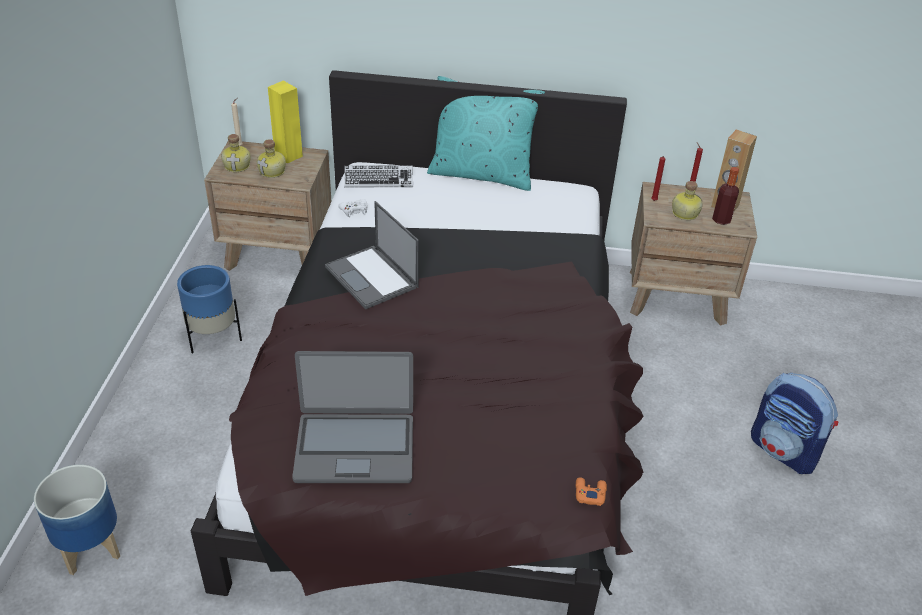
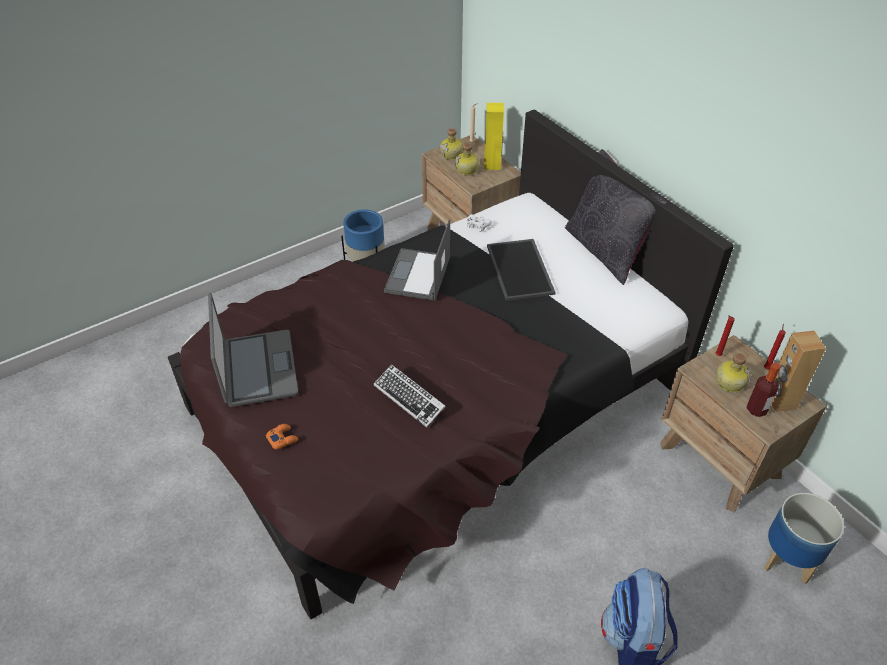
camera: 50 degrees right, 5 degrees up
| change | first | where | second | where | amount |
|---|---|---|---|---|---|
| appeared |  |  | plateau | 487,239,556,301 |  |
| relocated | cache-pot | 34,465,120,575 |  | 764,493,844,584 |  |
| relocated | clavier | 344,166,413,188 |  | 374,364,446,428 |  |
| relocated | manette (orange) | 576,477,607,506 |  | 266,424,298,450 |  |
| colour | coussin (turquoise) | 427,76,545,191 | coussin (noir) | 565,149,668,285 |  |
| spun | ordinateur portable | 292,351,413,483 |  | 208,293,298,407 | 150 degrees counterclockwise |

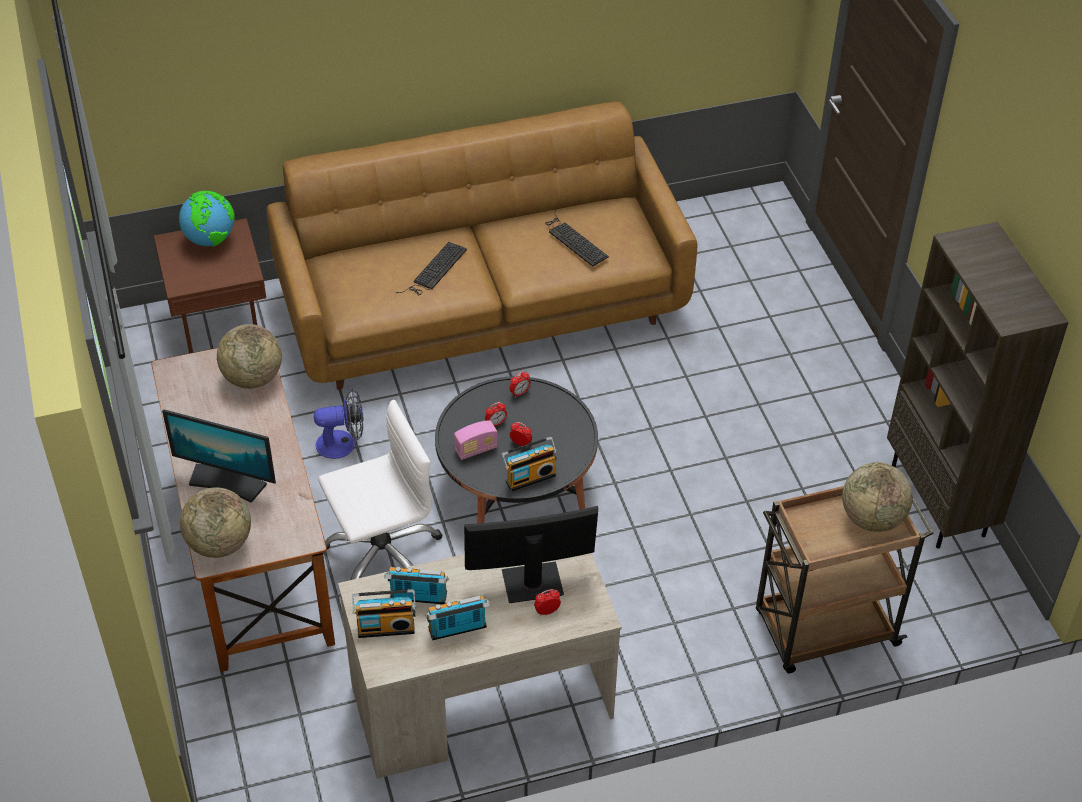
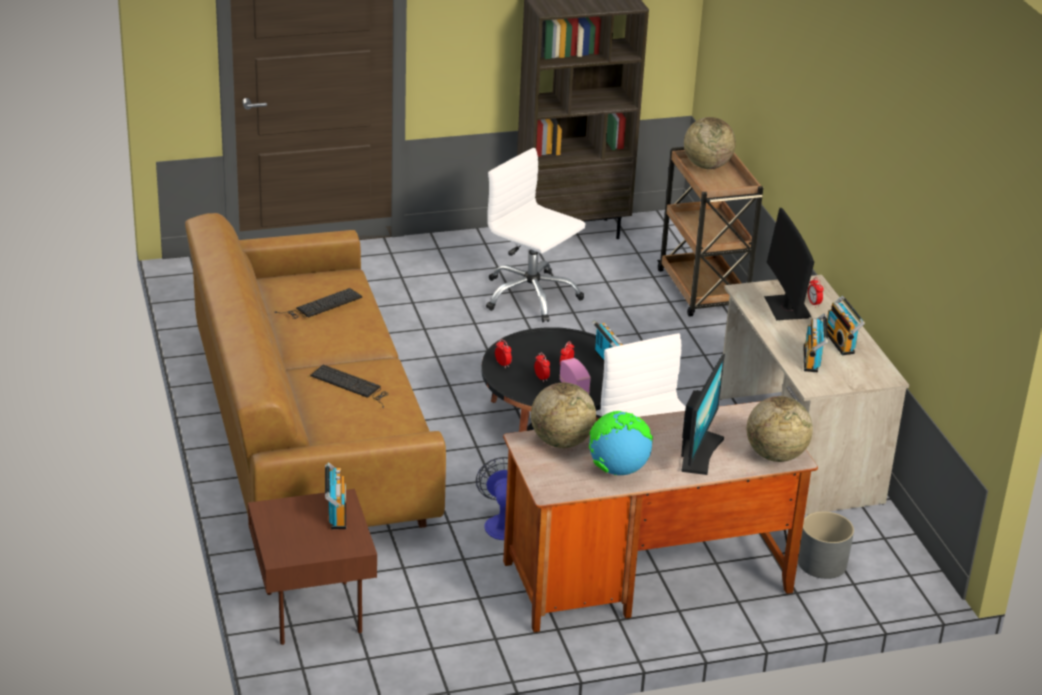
camera: 90 degrees left, 15 degrees down
| change | first | where | second | where | amount |
|---|---|---|---|---|---|
| appeared |  |  | chaise de bureau (blanc) | 486,148,585,322 |  |
| appeared |  |  | cache-pot (gris) | 798,511,854,579 |  |
| relocated | globe | 179,191,235,247 |  | 589,411,653,475 |  |
| relocated | radio | 352,589,417,638 |  | 325,462,346,529 |  |

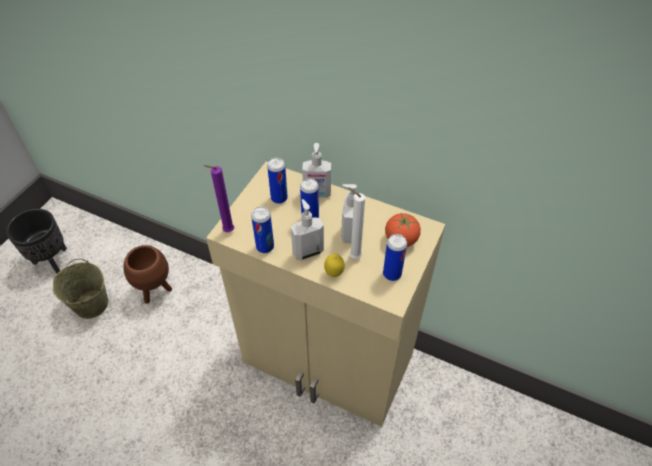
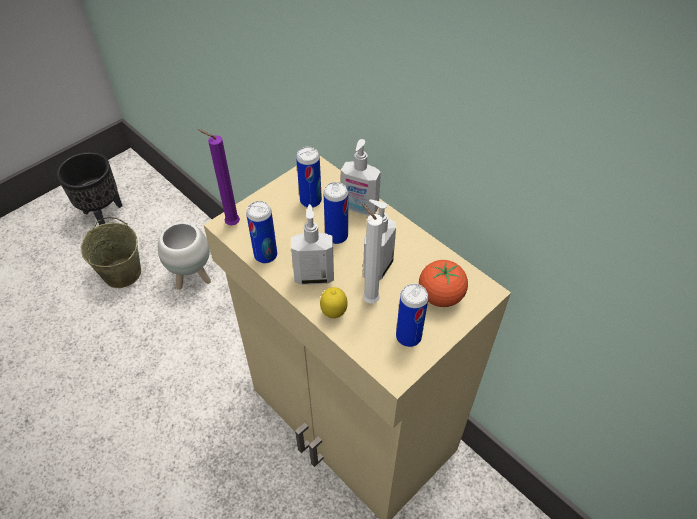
camera: 20 degrees right, 0 degrees up
| change | first | where | second | where | amount |
|---|---|---|---|---|---|
| colour | cache-pot (marron) | 123,245,172,304 | cache-pot (blanc) | 158,222,211,290 |  |

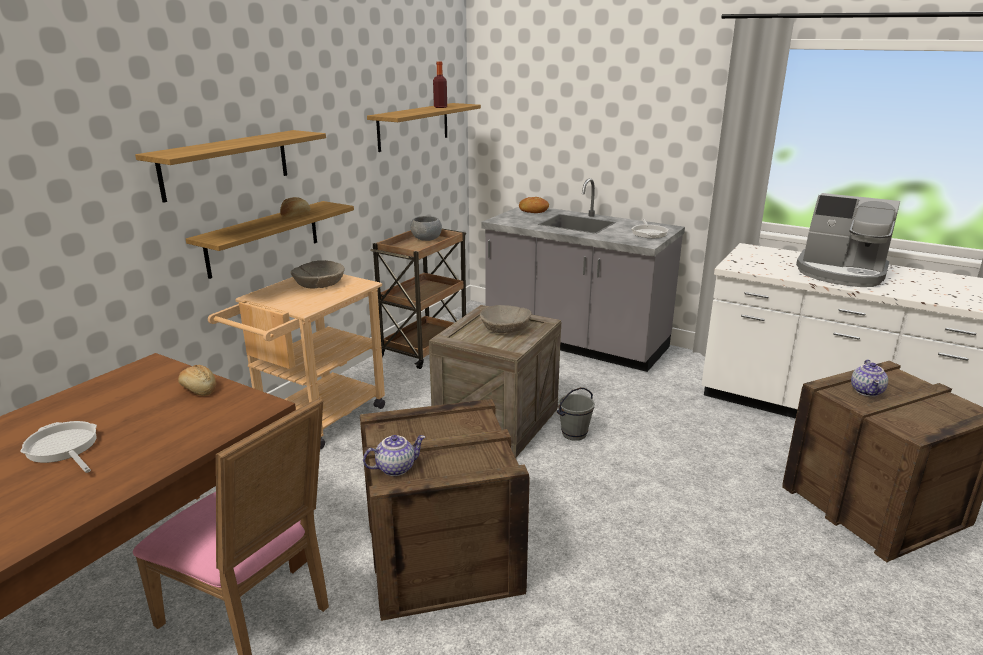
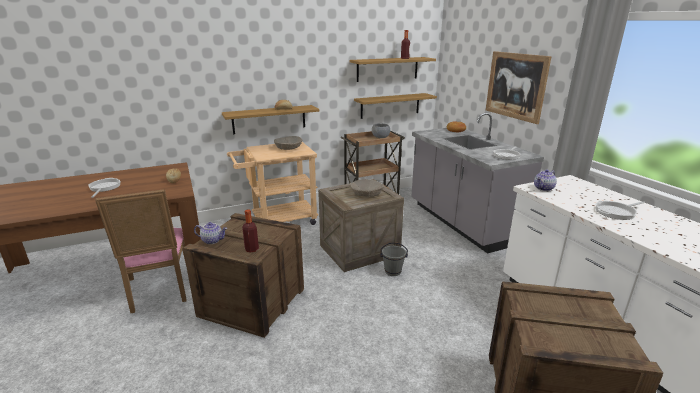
camera: 35 degrees right, 0 degrees up
| change | first | where | second | where | amount |
|---|---|---|---|---|---|
| appeared |  |  | bouteille | 242,209,259,253 |  |
| appeared |  |  | tableau | 486,51,552,124 |  |
| relocated | étagère | 135,130,326,203 |  | 354,93,437,119 |  |
| relocated | théière | 851,359,888,397 |  | 534,170,557,191 |  |
| exchanged | machine à café | 796,193,900,287 | poêle | 595,201,645,220 |  |

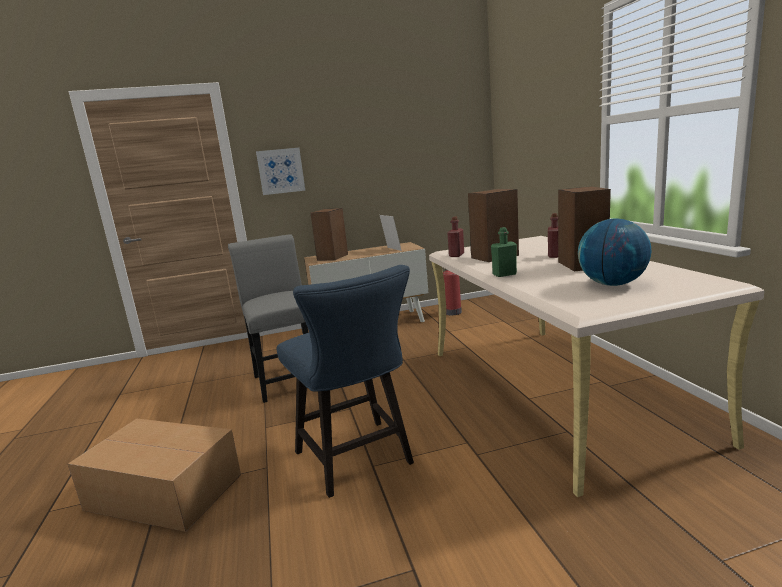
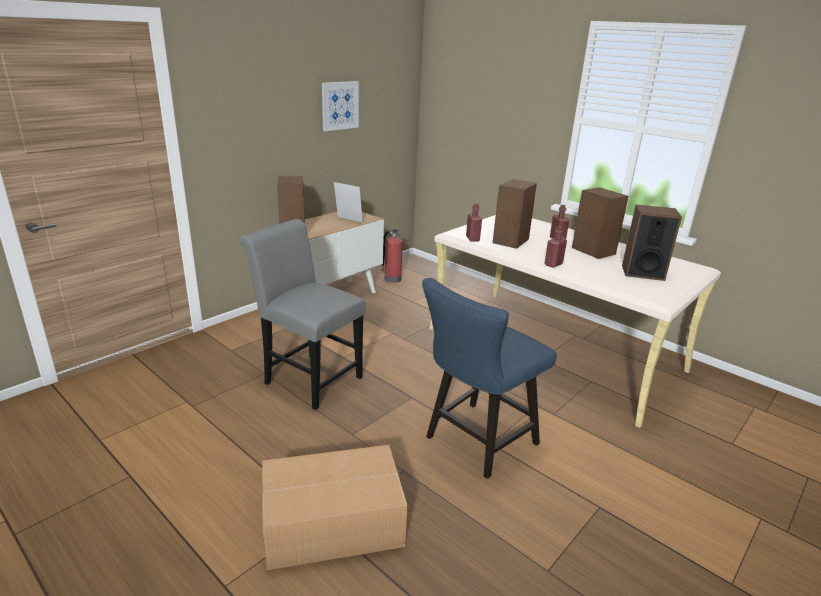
camera: 35 degrees left, 10 degrees up
| change | first | where | second | where | amount |
|---|---|---|---|---|---|
| relocated | tableau | 256,148,305,195 |  | 322,81,359,131 |  |
| exchanged | globe | 578,219,651,286 | enceinte | 622,205,682,281 |  |
| colour | bouteille (vert) | 491,227,517,277 | bouteille (rouge) | 545,226,567,268 |  |
| spun | chaise (bleu) | 277,265,414,498 |  | 422,278,557,479 | 105 degrees clockwise |

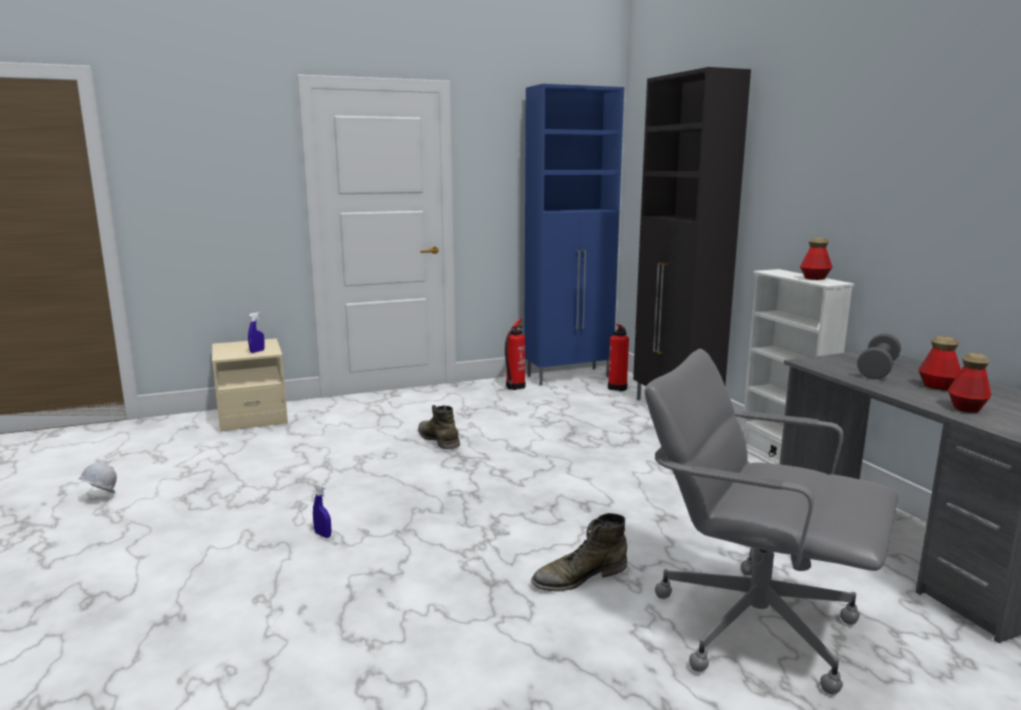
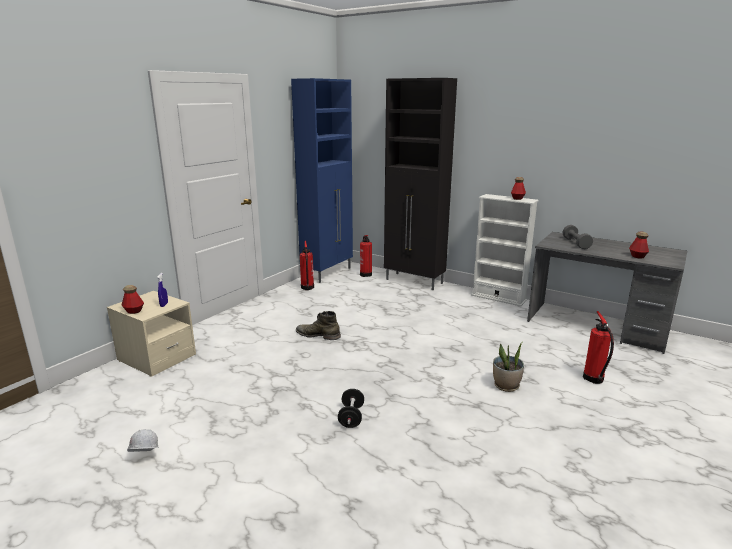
camera: 35 degrees left, 5 degrees up
| change | first | where | second | where | amount |
|---|---|---|---|---|---|
| relocated | bouteille | 919,336,961,390 |  | 122,285,144,314 |  |
| exchanged | vaporisateur (bleu) | 313,483,331,538 | haltère (noir) | 338,389,364,428 |  |
| exchanged | botte (vert) | 531,513,627,592 | plante en pot | 493,342,524,392 |  |
| exchanged | chaise de bureau (gris) | 645,349,898,695 | extincteur | 583,311,614,384 |  |

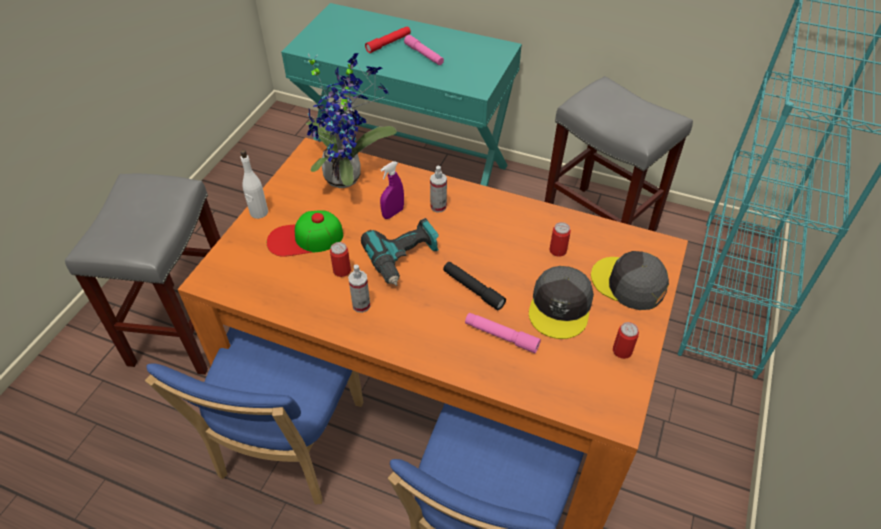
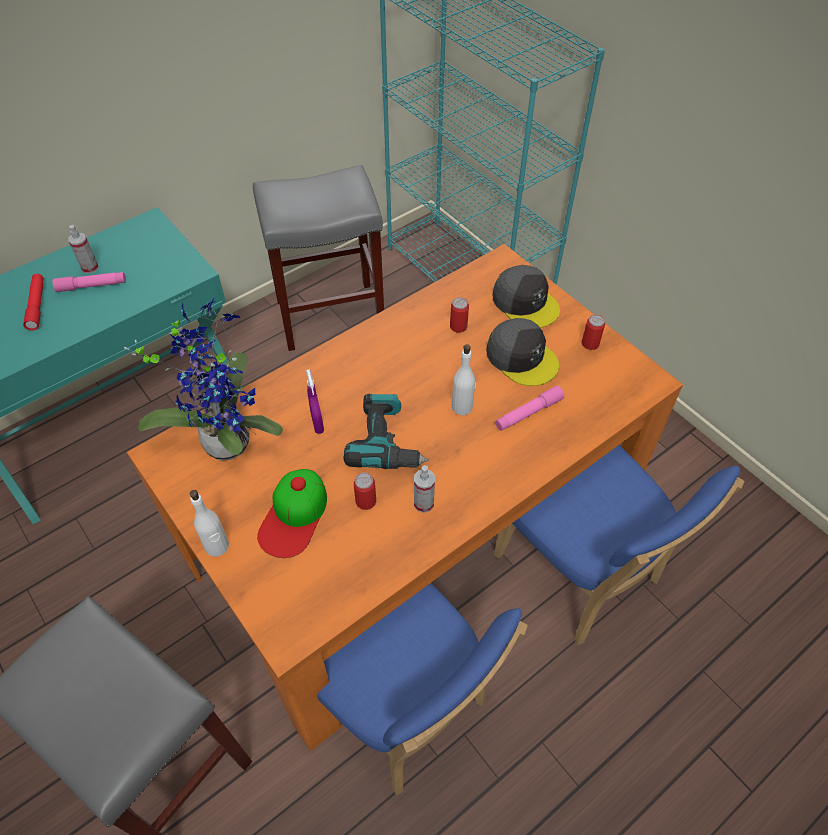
camera: 60 degrees left, 5 degrees up
| change | first | where | second | where | amount |
|---|---|---|---|---|---|
| relocated | vaporisateur | 430,166,447,213 |  | 68,225,99,274 |  |
| exchanged | lampe de poche (noir) | 443,262,506,310 | bouteille (blanc) | 452,344,476,415 |  |
| spun | casquette (gris) | 591,251,669,310 |  | 493,265,560,328 | 105 degrees counterclockwise |

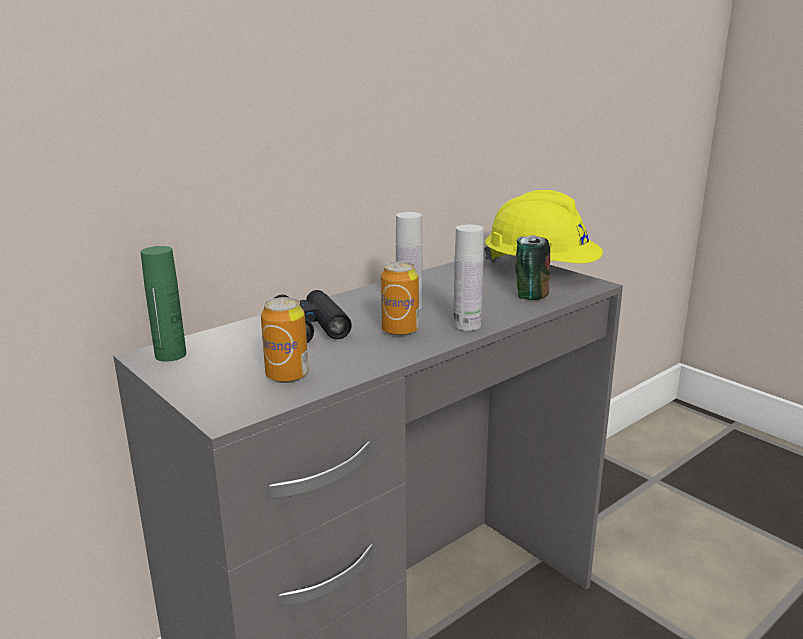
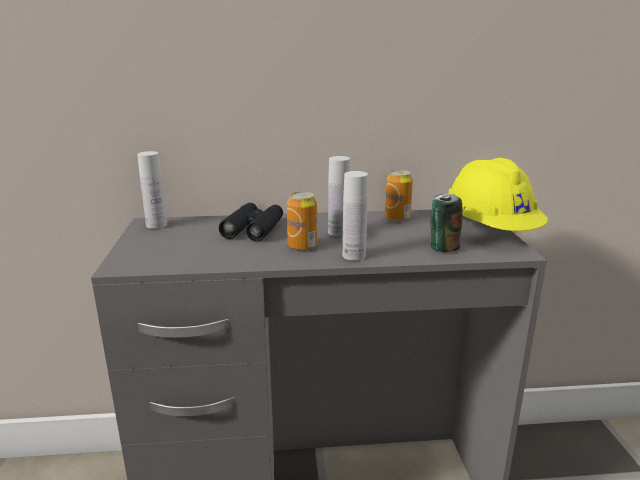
camera: 35 degrees right, 0 degrees up
| change | first | where | second | where | amount |
|---|---|---|---|---|---|
| relocated | boîte métallique | 261,297,309,383 |  | 385,170,413,221 |  |
| colour | bouteille (vert) | 140,246,186,362 | bouteille (blanc) | 137,151,167,229 |  |

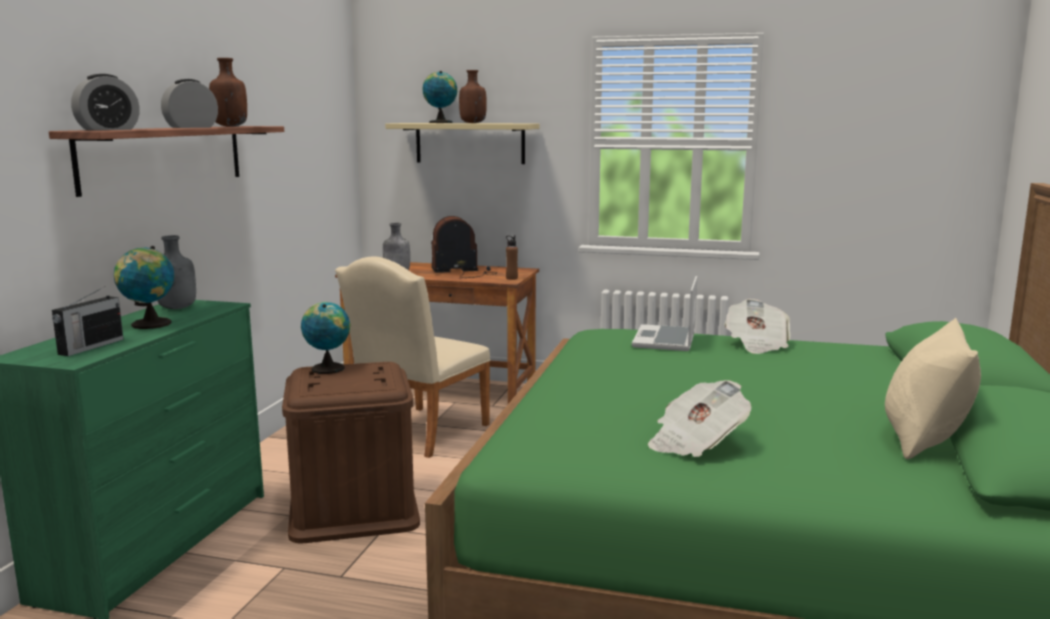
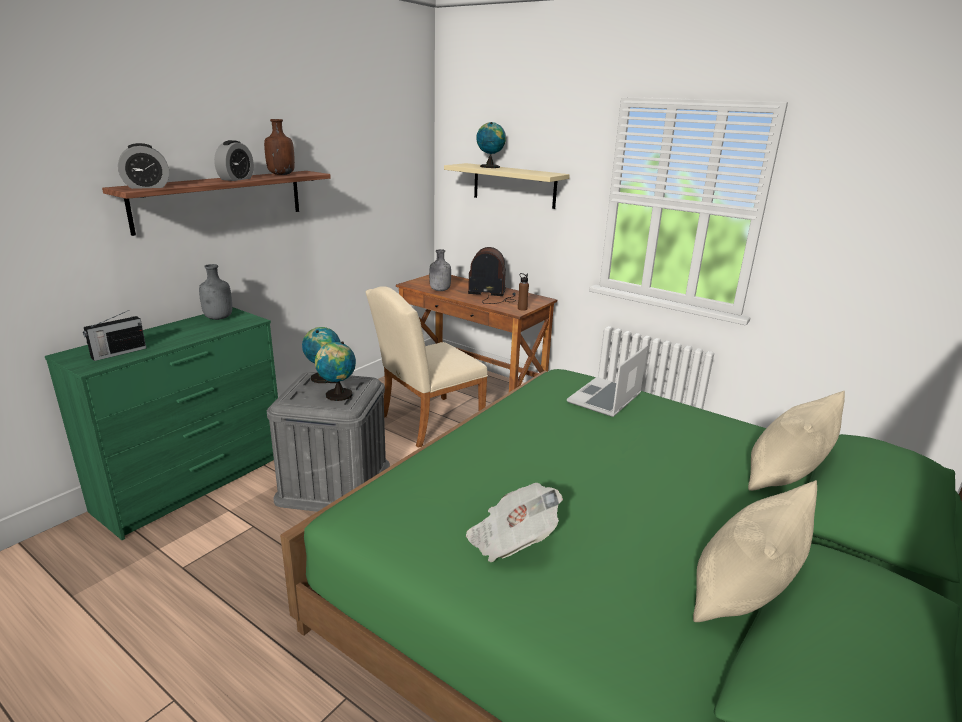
camera: 20 degrees right, 10 degrees up
| change | first | where | second | where | amount |
|---|---|---|---|---|---|
| missing | bouteille (marron) | 459,70,487,123 |  |  |  |
| missing | journal | 724,299,790,354 |  |  |  |
| appeared |  |  | coussin (beige) | 748,391,845,491 |  |
| relocated | globe | 114,246,174,329 |  | 315,341,356,401 |  |
| colour | boîte de rangement (marron) | 282,362,420,544 | boîte de rangement (gris) | 267,372,390,512 |  |
| spun | réveil | 161,79,218,128 |  | 214,140,254,181 | 135 degrees clockwise |

